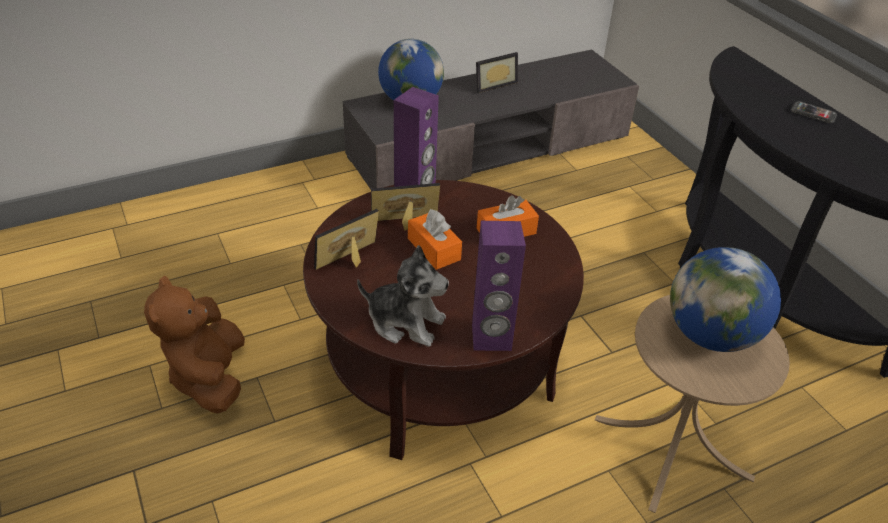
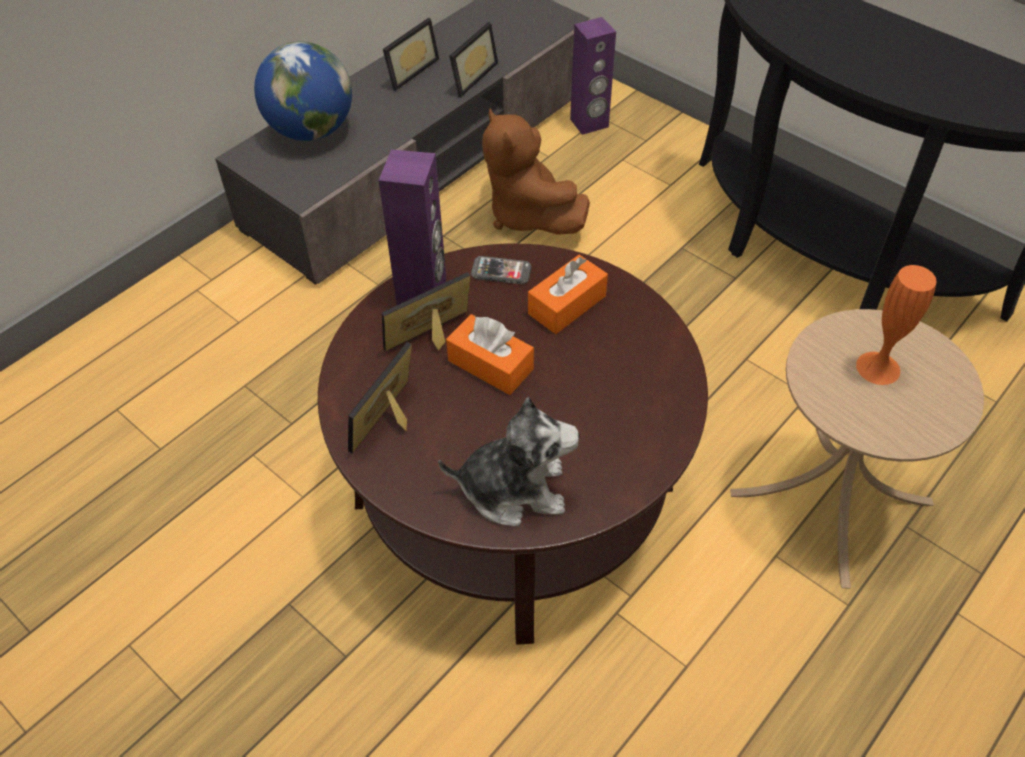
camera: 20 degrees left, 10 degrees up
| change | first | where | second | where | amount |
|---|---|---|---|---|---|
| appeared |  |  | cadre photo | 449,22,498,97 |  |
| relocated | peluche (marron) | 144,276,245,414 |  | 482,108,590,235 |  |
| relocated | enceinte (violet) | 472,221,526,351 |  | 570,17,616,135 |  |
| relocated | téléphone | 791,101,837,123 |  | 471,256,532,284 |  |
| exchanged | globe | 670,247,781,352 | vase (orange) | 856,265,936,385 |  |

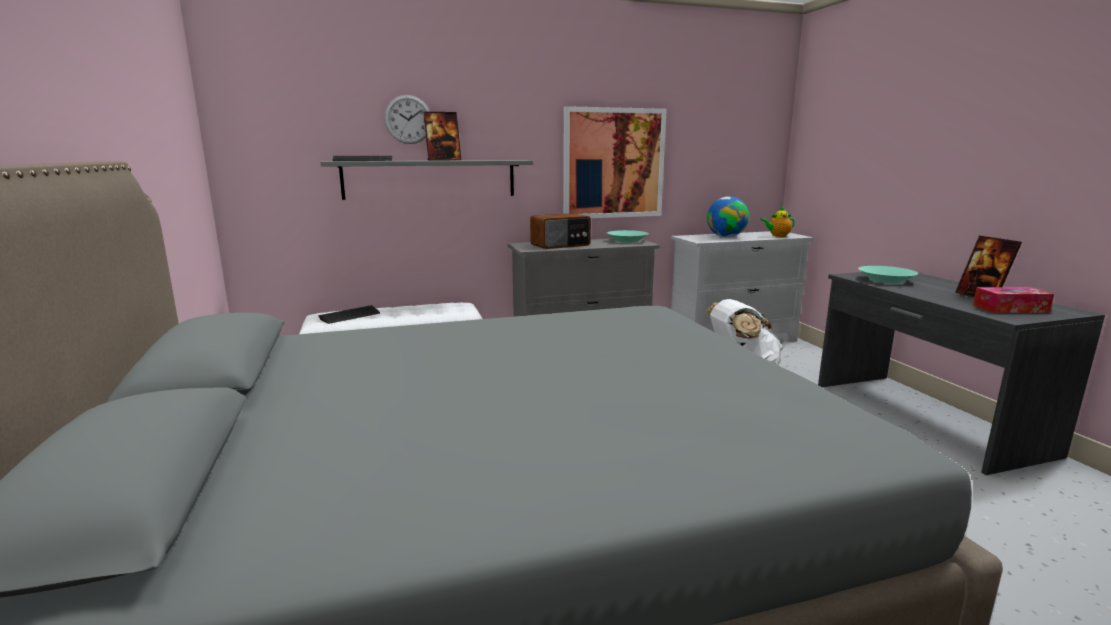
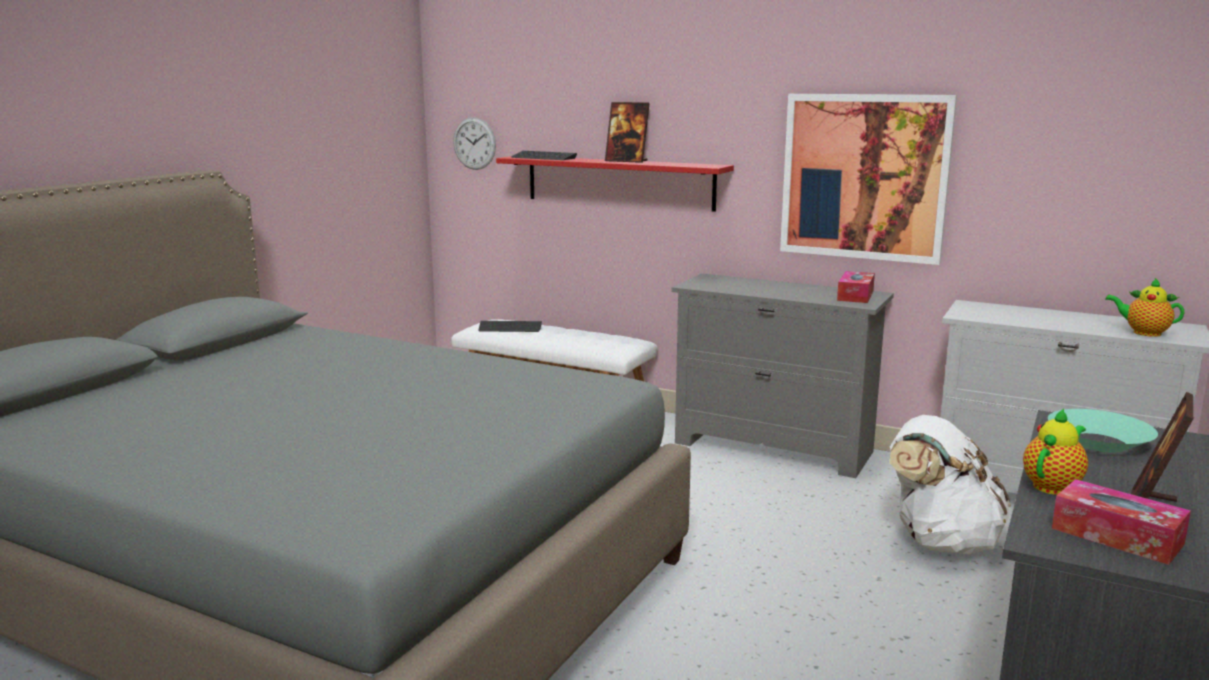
camera: 45 degrees right, 0 degrees up
| change | first | where | second | where | amount |
|---|---|---|---|---|---|
| missing | radio | 530,213,591,249 |  |  |  |
| missing | globe | 707,196,749,237 |  |  |  |
| appeared |  |  | théière | 1023,408,1088,495 |  |
| relocated | horloge murale | 384,95,430,144 |  | 453,117,496,170 |  |
| exchanged | bol (turquoise) | 607,230,649,243 | boîte à mouchoirs | 837,271,875,303 |  |
| colour | étagère (gris) | 320,160,533,200 | étagère (rouge) | 496,156,734,212 |  |

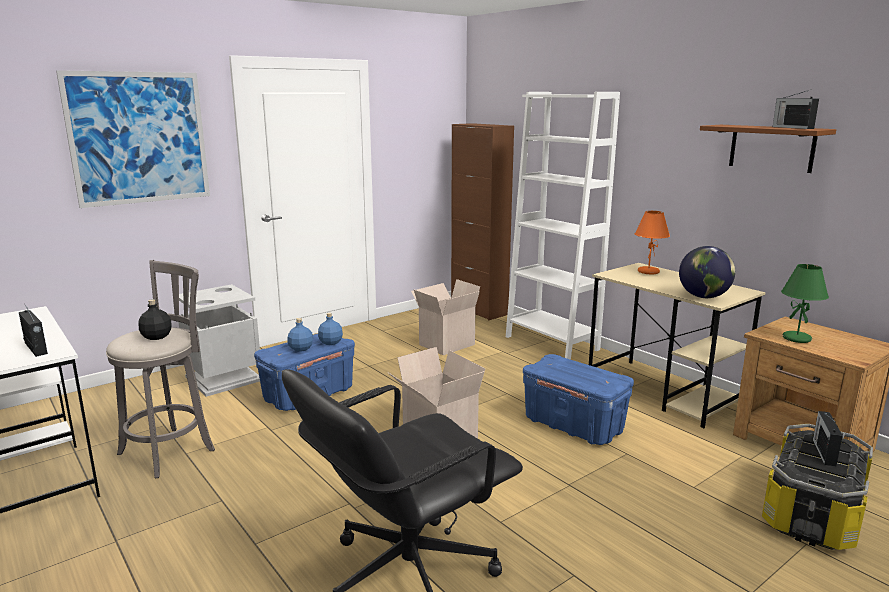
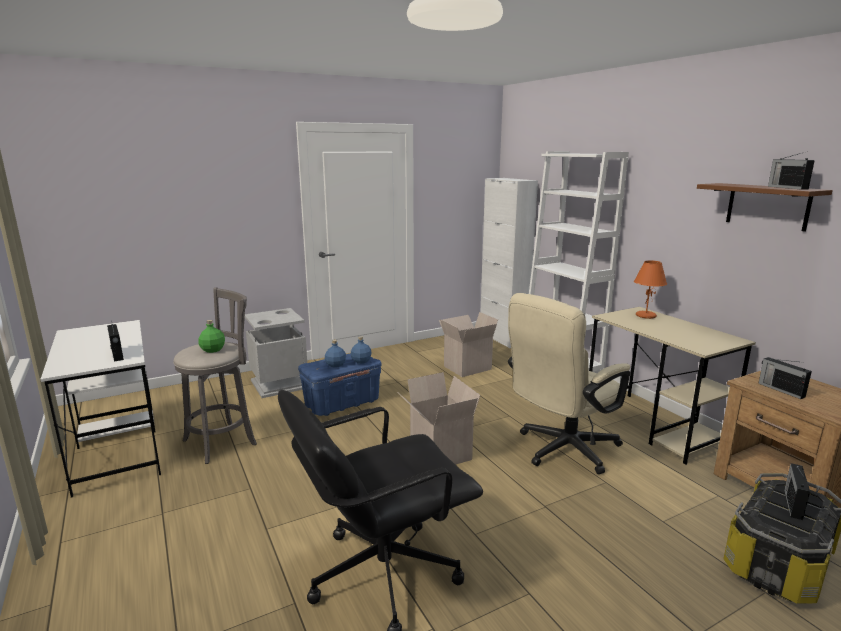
camera: 10 degrees right, 0 degrees up
| change | first | where | second | where | amount |
|---|---|---|---|---|---|
| missing | tableau | 56,70,210,208 |  |  |  |
| missing | globe | 679,246,735,298 |  |  |  |
| exchanged | boîte de rangement (bleu) | 523,354,634,445 | chaise de bureau (beige) | 508,293,630,474 |  |
| exchanged | lampe de table (vert) | 781,264,829,343 | radio | 758,357,812,399 |  |
| colour | bouteille (noir) | 139,299,172,340 | bouteille (vert) | 198,320,225,353 |  |
| colour | meuble de rangement (marron) | 451,123,514,320 | meuble de rangement (blanc) | 481,178,538,348 |  |

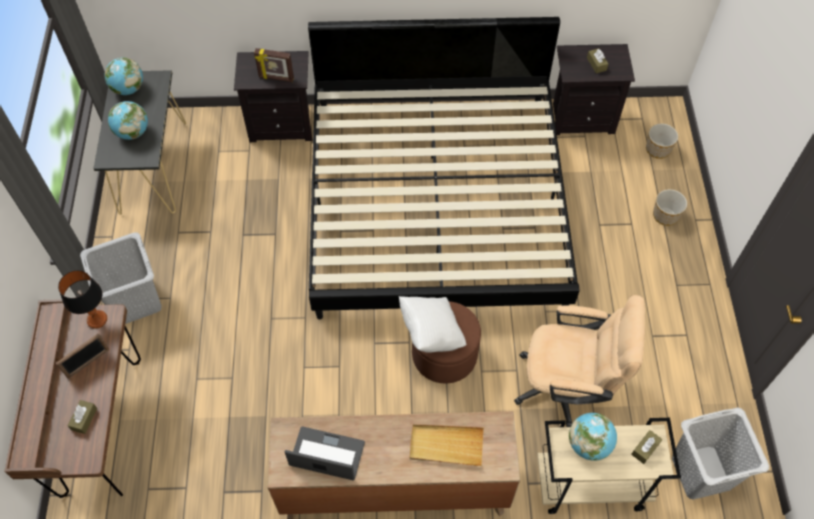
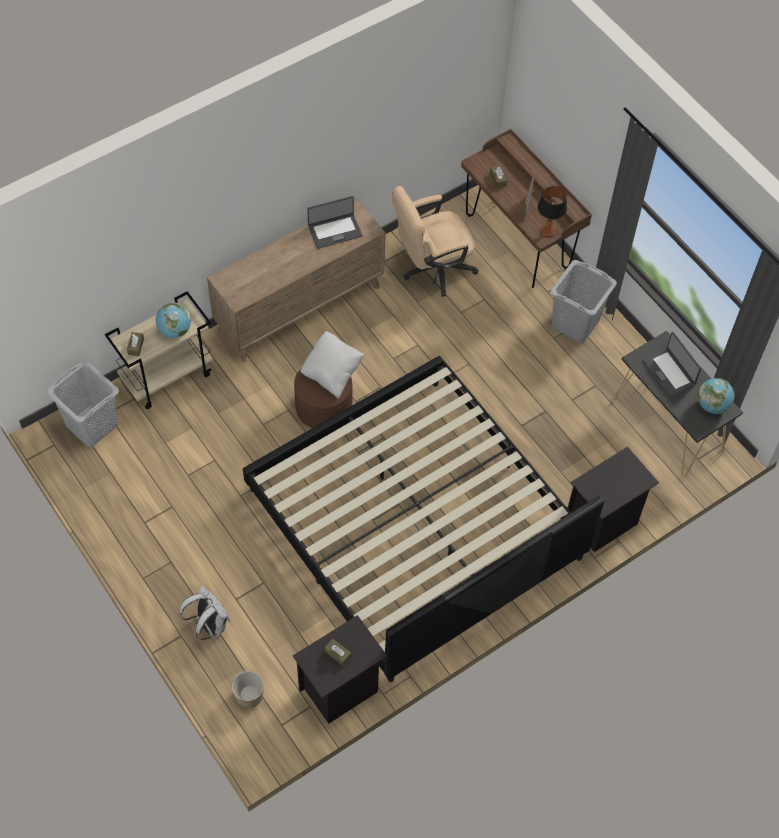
camera: 145 degrees right, 0 degrees up
| change | first | where | second | where | amount |
|---|---|---|---|---|---|
| missing | cadre photo | 254,48,294,82 |  |  |  |
| missing | plateau (beige) | 409,424,484,467 |  |  |  |
| relocated | chaise de bureau (beige) | 514,295,645,427 |  | 392,186,479,297 |  |
| exchanged | globe | 108,101,148,140 | ordinateur portable | 642,332,701,397 |  |
| exchanged | cache-pot | 653,189,687,226 | sac à dos (blanc) | 180,585,230,640 |  |

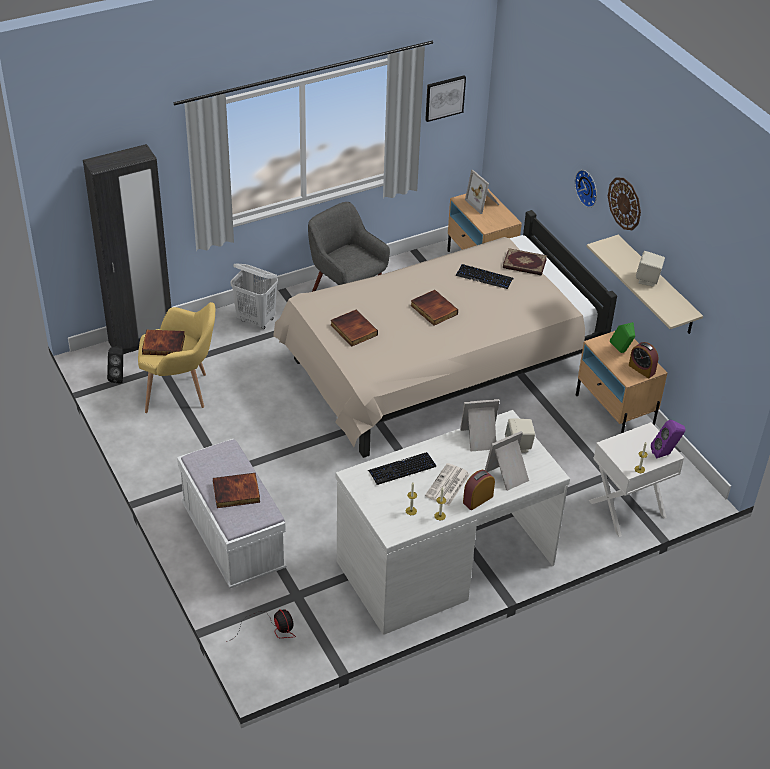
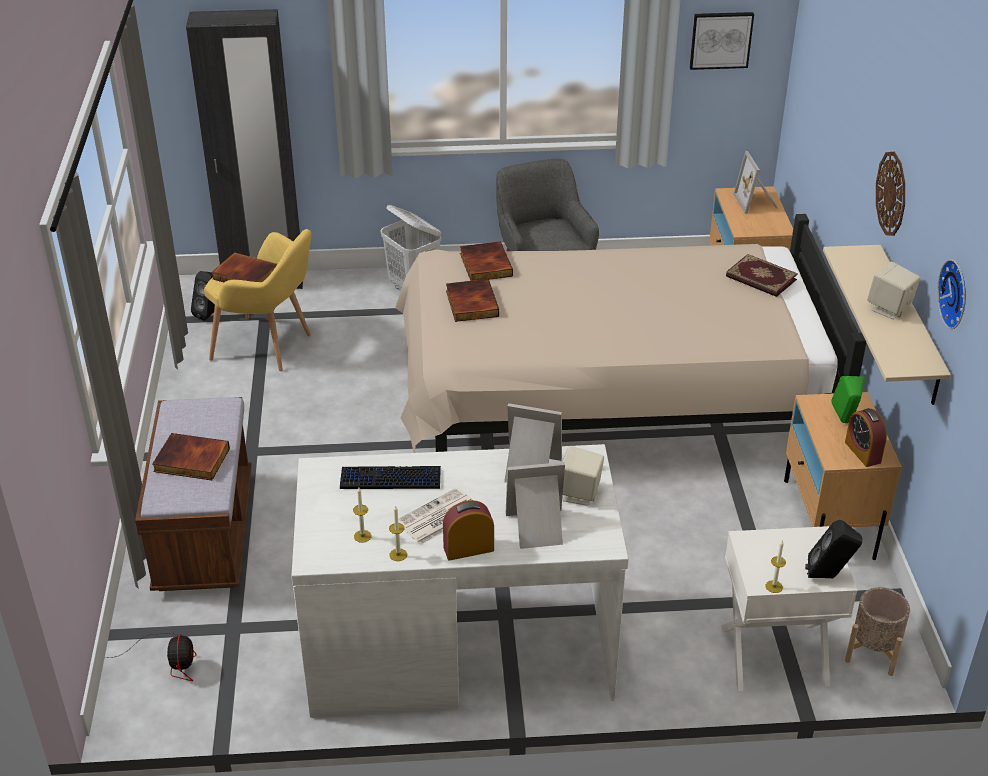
camera: 25 degrees right, 5 degrees down
| change | first | where | second | where | amount |
|---|---|---|---|---|---|
| missing | clavier | 456,264,513,289 |  |  |  |
| appeared |  |  | cache-pot (beige) | 845,587,911,676 |  |
| relocated | livre | 410,290,458,326 |  | 460,241,513,281 |  |
| relocated | horloge murale | 575,170,597,208 |  | 937,259,966,329 |  |
| colour | banc (blanc) | 177,439,287,588 | banc (marron) | 135,397,252,591 |  |
| colour | enceinte (violet) | 651,420,686,459 | enceinte (noir) | 805,520,862,578 |  |

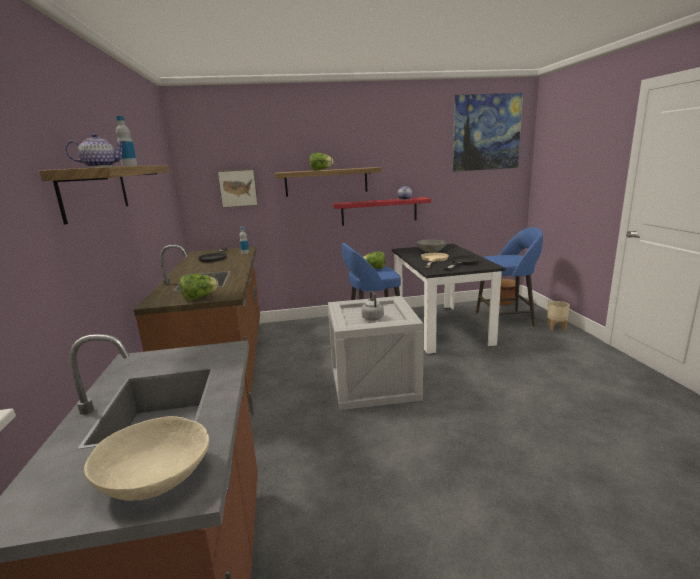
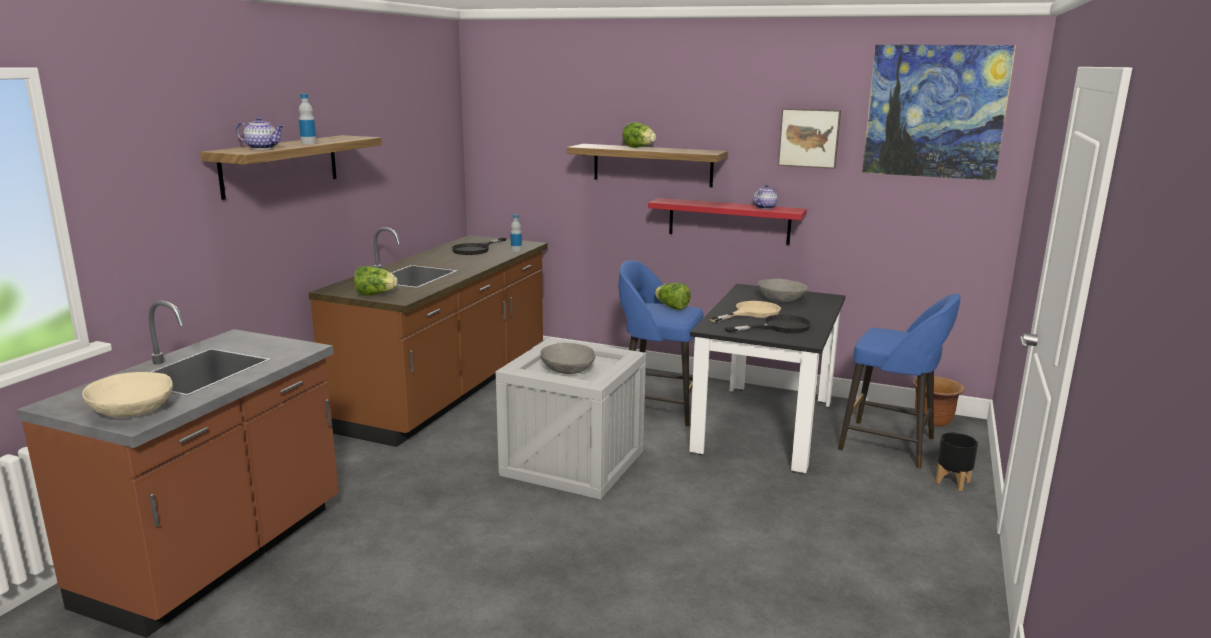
camera: 30 degrees right, 0 degrees up
| change | first | where | second | where | amount |
|---|---|---|---|---|---|
| relocated | tableau | 217,169,258,208 |  | 778,108,841,169 |  |
| exchanged | bouilloire (gris) | 361,291,384,321 | bol (gris) | 540,343,595,374 |  |
| colour | cache-pot (beige) | 547,301,570,331 | cache-pot (noir) | 935,432,978,491 |  |

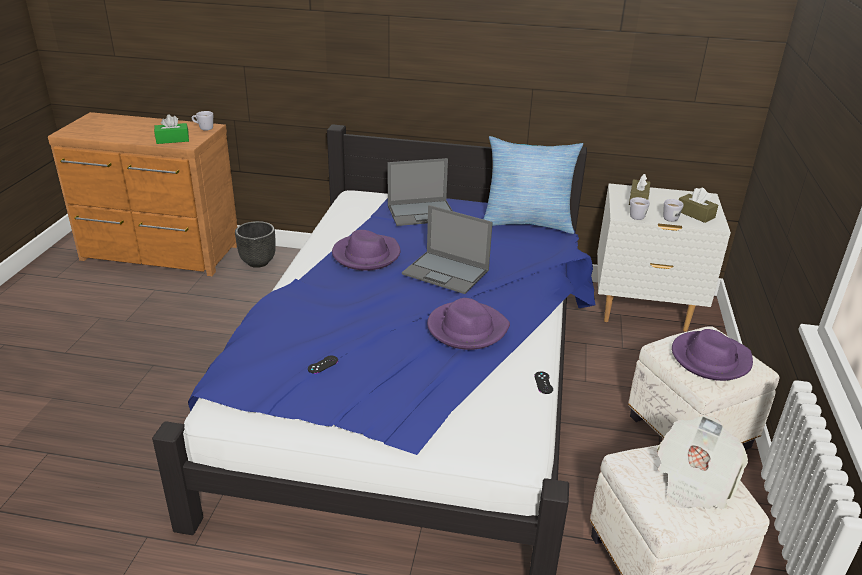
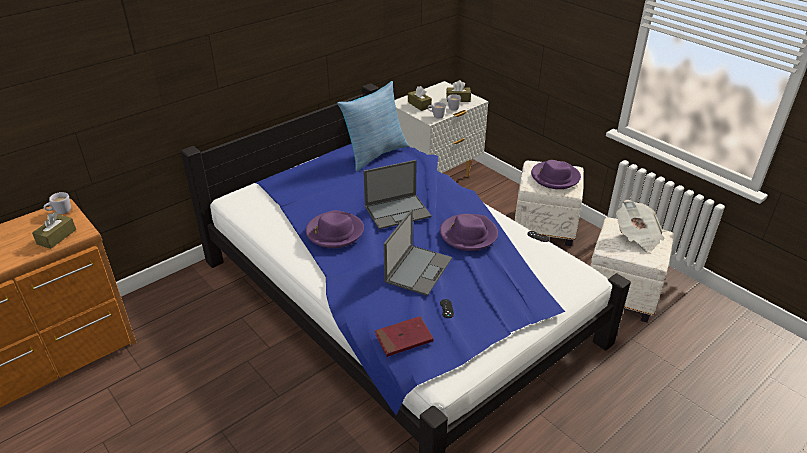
camera: 50 degrees left, 5 degrees up
| change | first | where | second | where | amount |
|---|---|---|---|---|---|
| missing | cache-pot (noir) | 235,221,276,268 |  |  |  |
| appeared |  |  | livre (rouge) | 375,316,434,357 |  |
| relocated | ordinateur portable | 388,158,453,226 |  | 384,209,452,296 |  |
| colour | boîte à mouchoirs (vert) | 154,114,189,144 | boîte à mouchoirs (marron) | 32,212,76,249 |  |

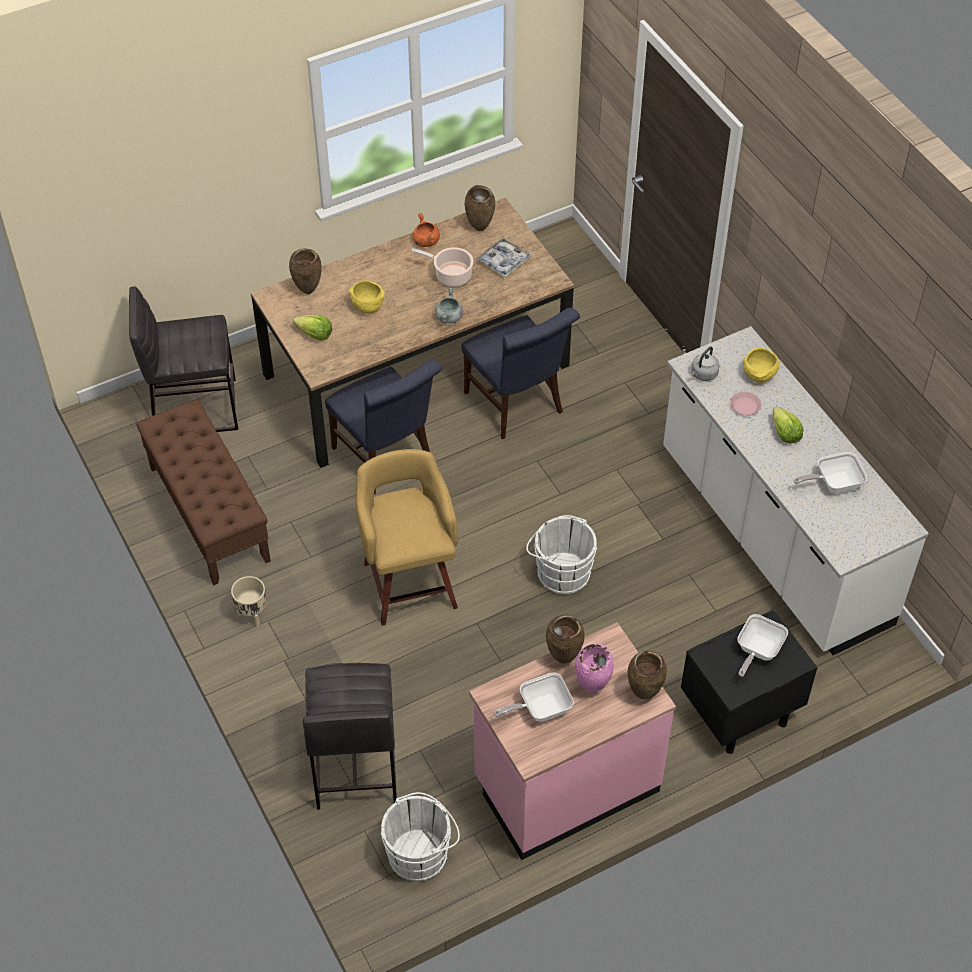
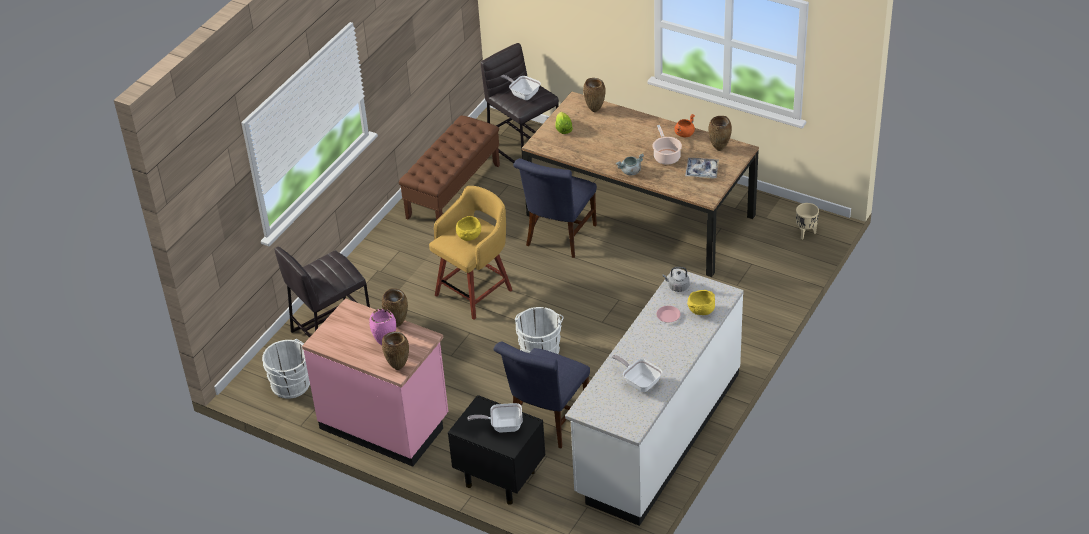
camera: 60 degrees right, 10 degrees down
| change | first | where | second | where | amount |
|---|---|---|---|---|---|
| missing | laitue | 773,407,804,444 |  |  |  |
| relocated | cache-pot (beige) | 231,576,266,626 |  | 796,203,819,239 |  |
| relocated | bol (jaune) | 349,280,385,314 |  | 456,216,481,241 |  |
| relocated | chaise (bleu) | 461,308,580,439 |  | 494,342,590,449 |  |
| relocated | poêle | 494,673,574,722 |  | 501,75,541,100 |  |

